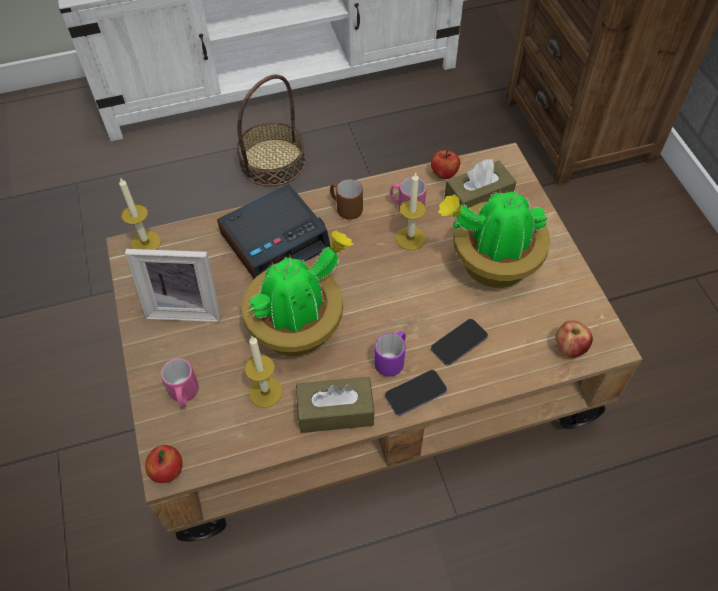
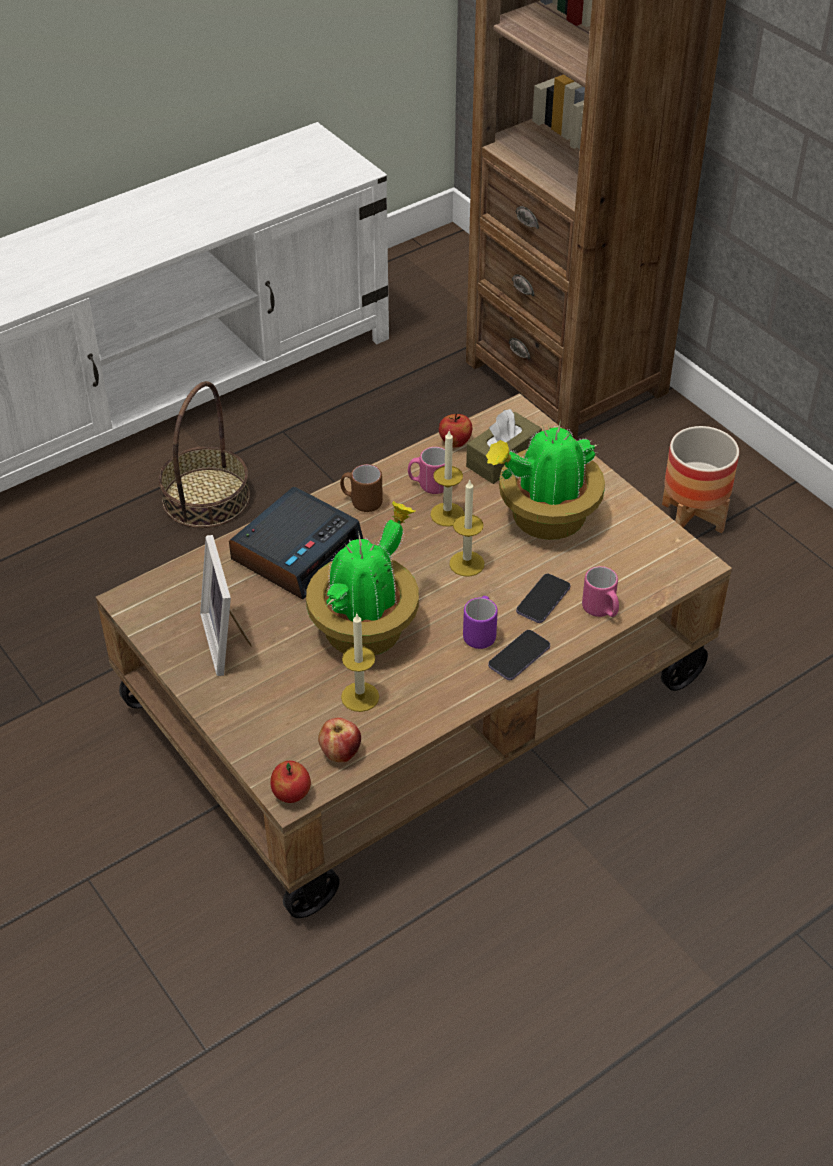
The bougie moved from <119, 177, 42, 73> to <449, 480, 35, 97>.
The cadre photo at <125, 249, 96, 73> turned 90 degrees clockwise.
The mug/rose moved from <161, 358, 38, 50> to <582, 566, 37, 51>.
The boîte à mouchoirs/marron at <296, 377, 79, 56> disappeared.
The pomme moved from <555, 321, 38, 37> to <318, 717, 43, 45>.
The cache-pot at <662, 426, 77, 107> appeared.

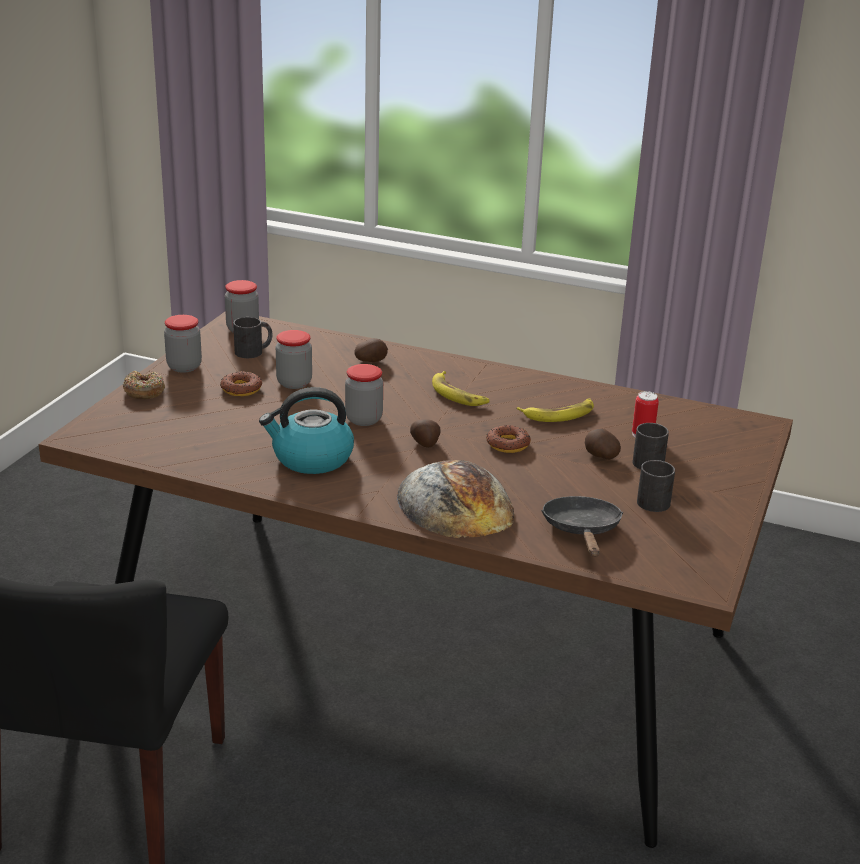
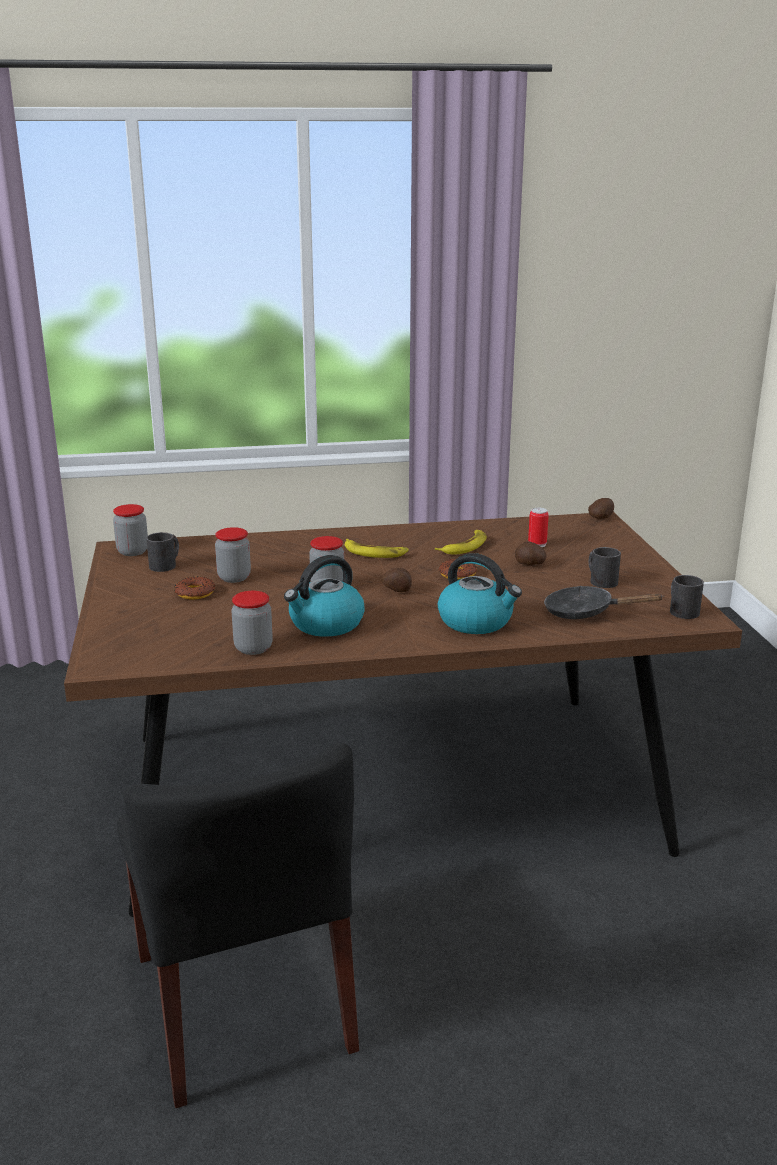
The beignet at <123, 371, 42, 28> disappeared.
The bocal moved from <164, 315, 38, 58> to <232, 591, 41, 64>.
The pomme de terre moved from <355, 338, 33, 24> to <588, 498, 26, 21>.
The pain at <397, 460, 117, 78> was replaced by the bouilloire at <438, 553, 84, 81>.
The poêle/noir at <541, 496, 82, 61> turned 45 degrees counterclockwise.
The mug/noir moved from <633, 423, 36, 47> to <670, 575, 34, 44>.

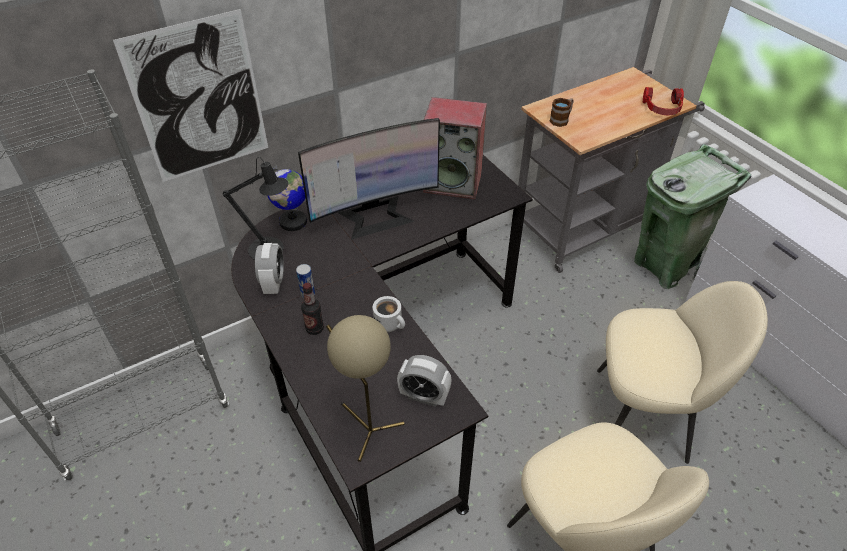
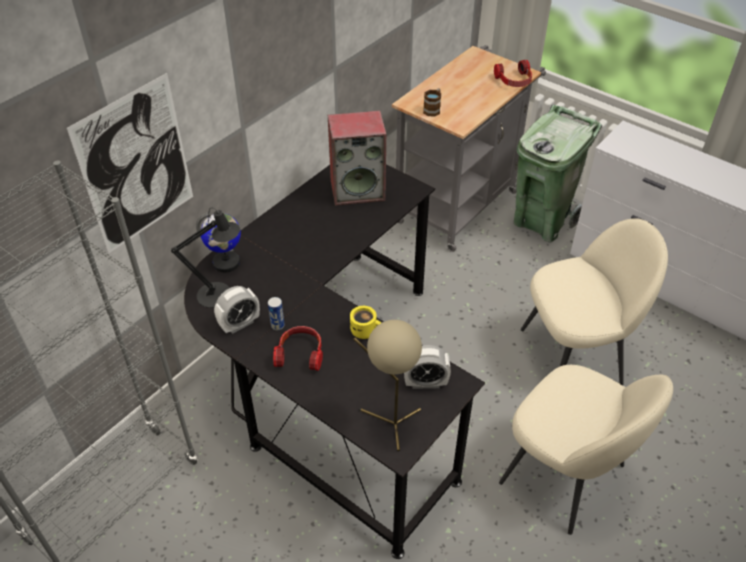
The réveil at <255, 243, 29, 51> turned 75 degrees clockwise.
The écran d'ordinateur at <298, 118, 142, 122> disappeared.
The bouteille at <301, 283, 23, 52> was replaced by the casque audio at <273, 326, 50, 45>.
The mug/blanc at <373, 296, 32, 36> became the mug/jaune at <350, 306, 31, 33>.

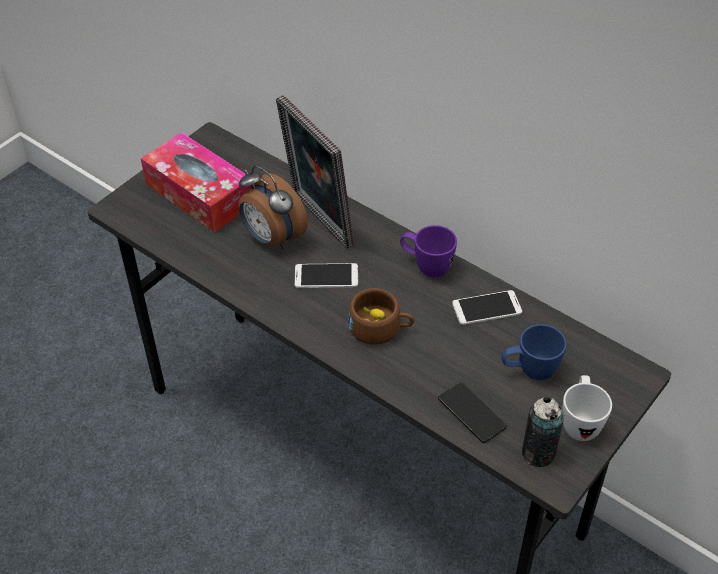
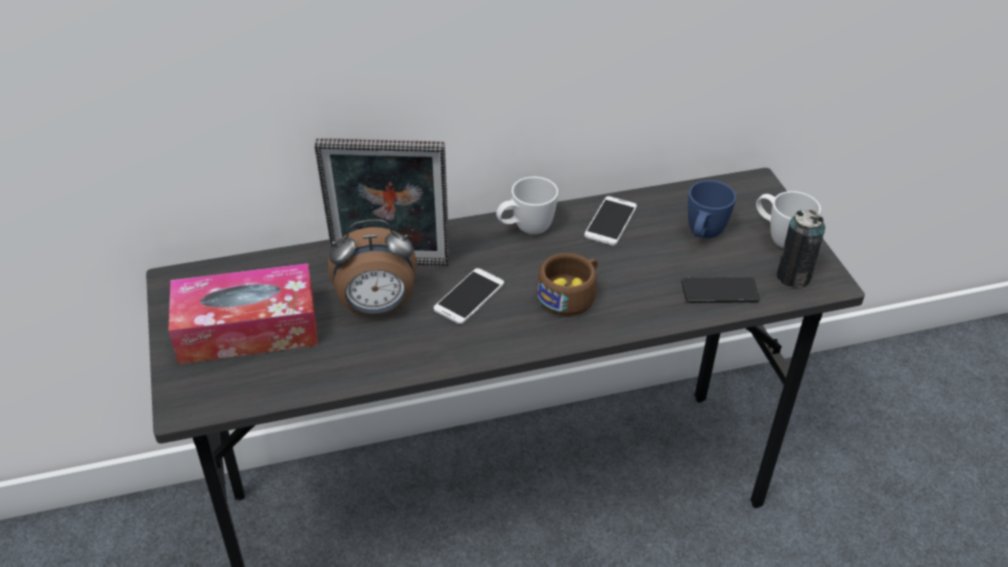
The mug/violet at <400, 225, 57, 52> became the mug/blanc at <496, 177, 62, 57>.

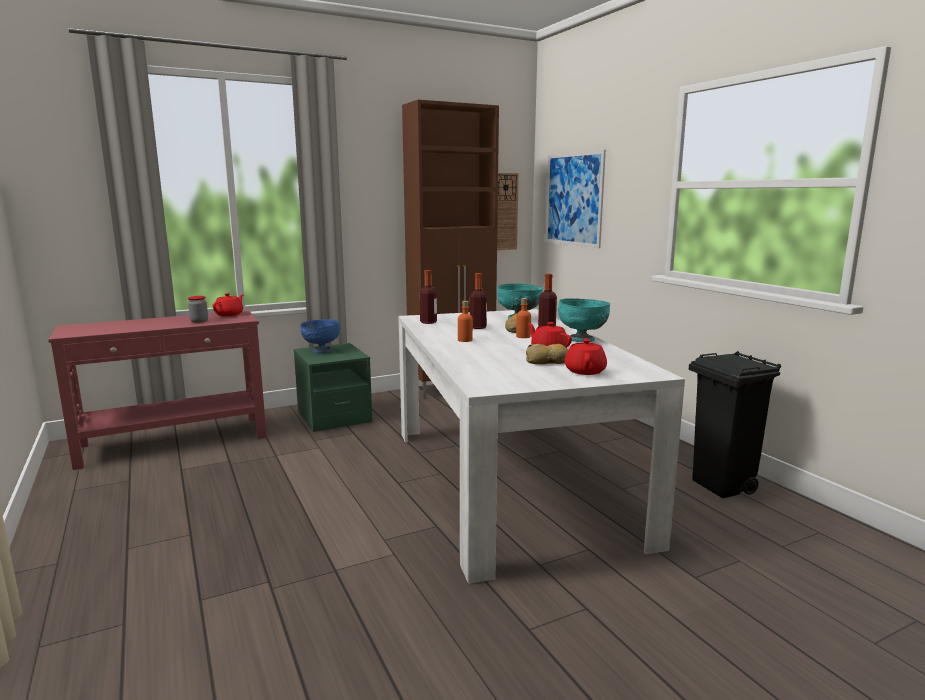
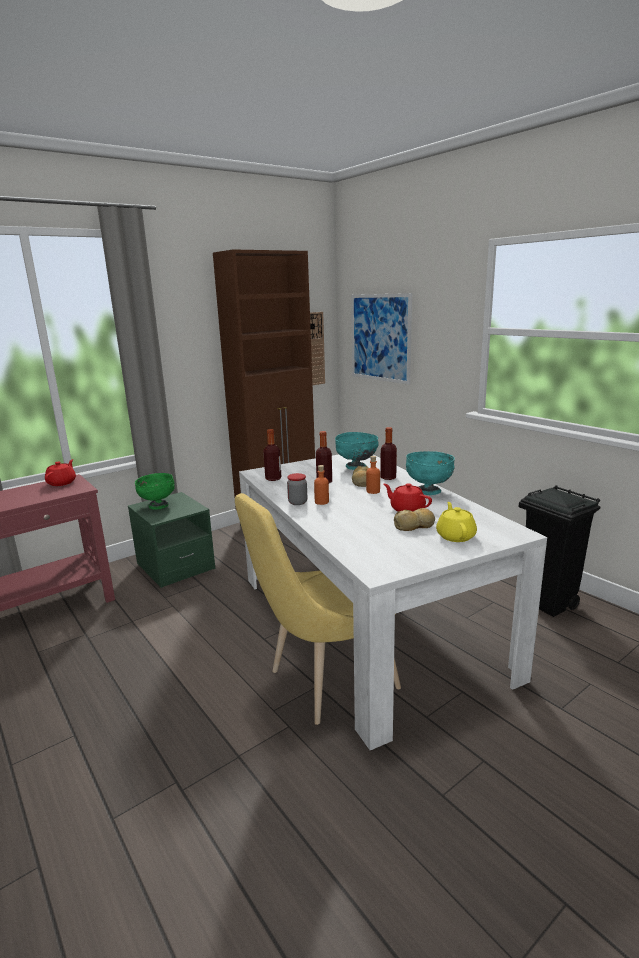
The bocal moved from <188, 296, 20, 27> to <287, 473, 20, 32>.
The bol/bleu at <300, 319, 40, 35> became the bol/vert at <135, 473, 40, 37>.
The théière/rouge at <564, 338, 43, 37> became the théière/jaune at <436, 502, 41, 40>.
The chaise/jaune at <235, 493, 166, 232> appeared.

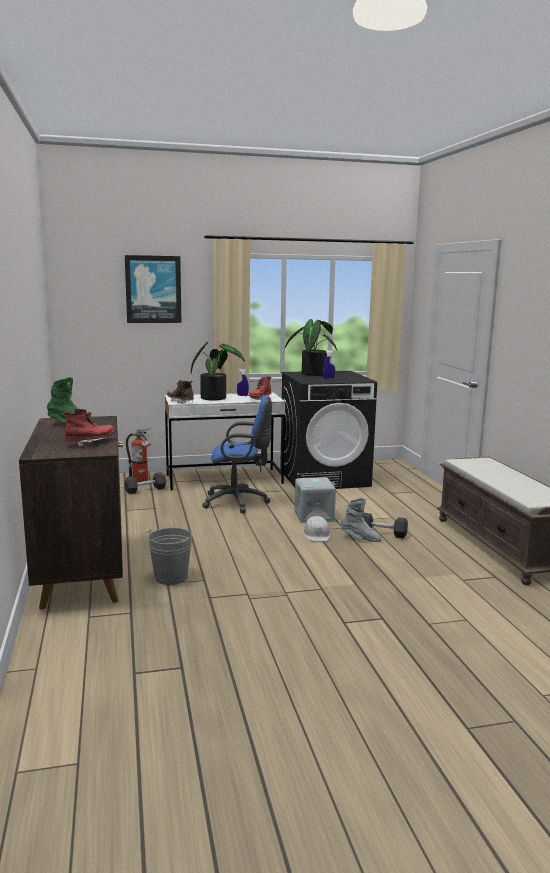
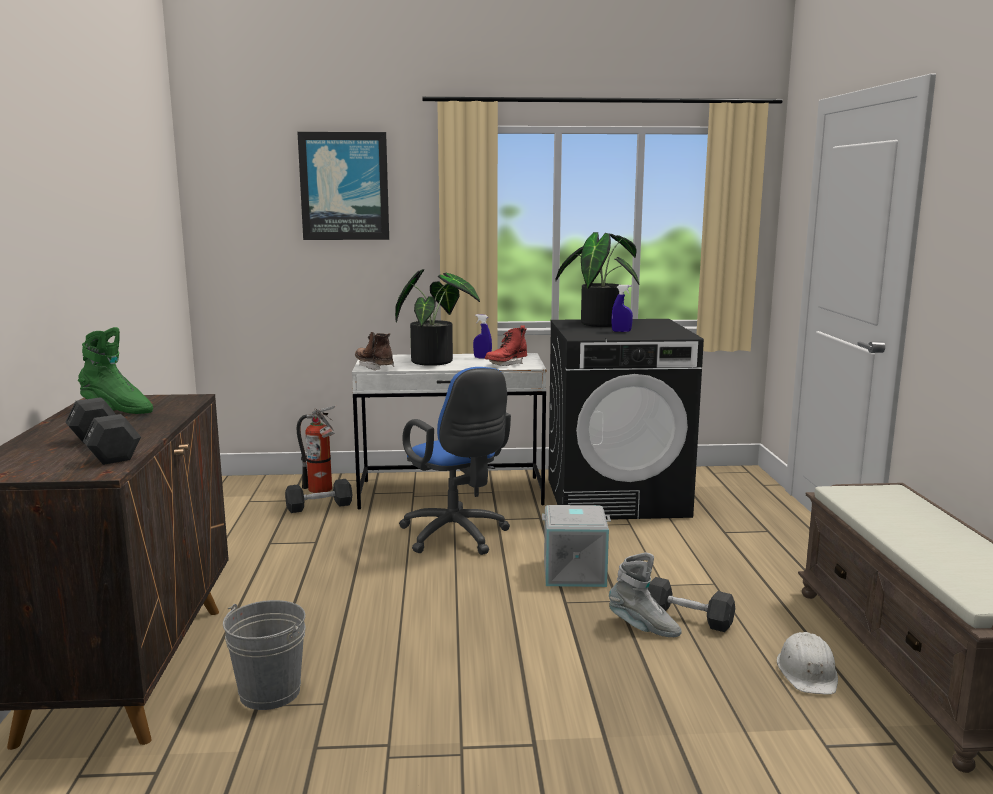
The botte/rouge at <64, 409, 51, 37> was replaced by the haltère/noir at <65, 397, 76, 68>.
The chaise de bureau/bleu at <202, 396, 70, 117> turned 45 degrees clockwise.
The casque de chantier/blanc moved from <303, 516, 28, 26> to <777, 632, 61, 63>.

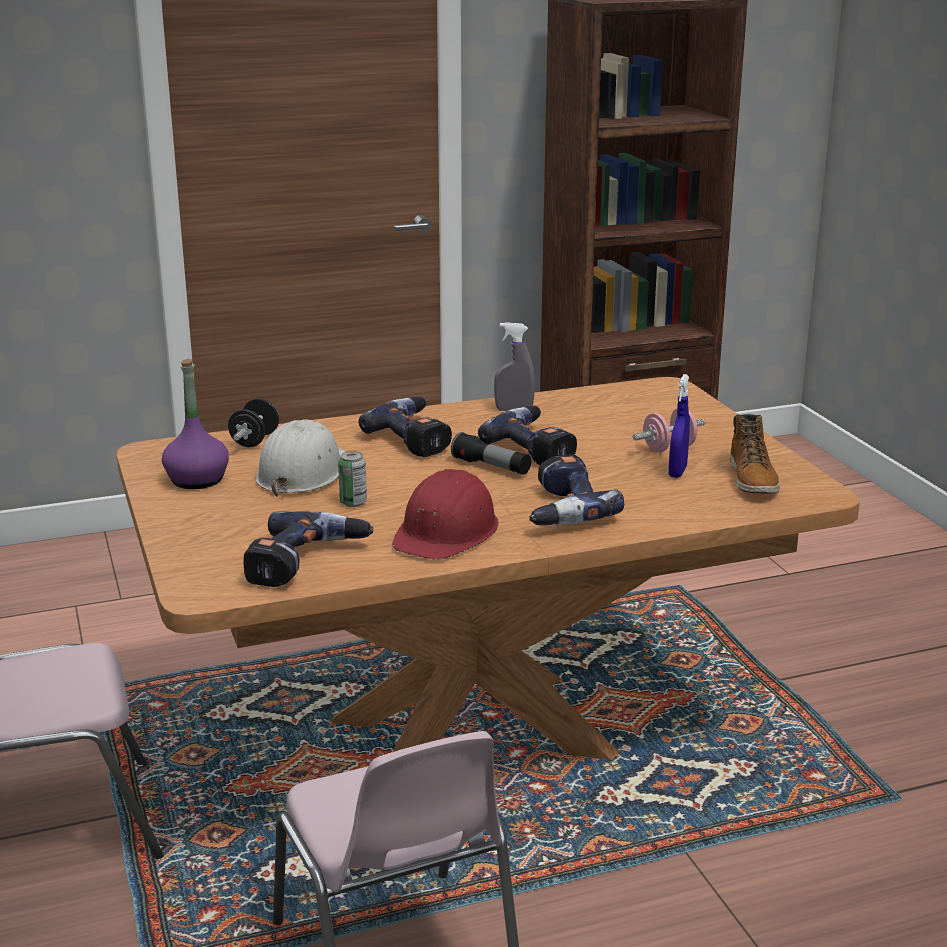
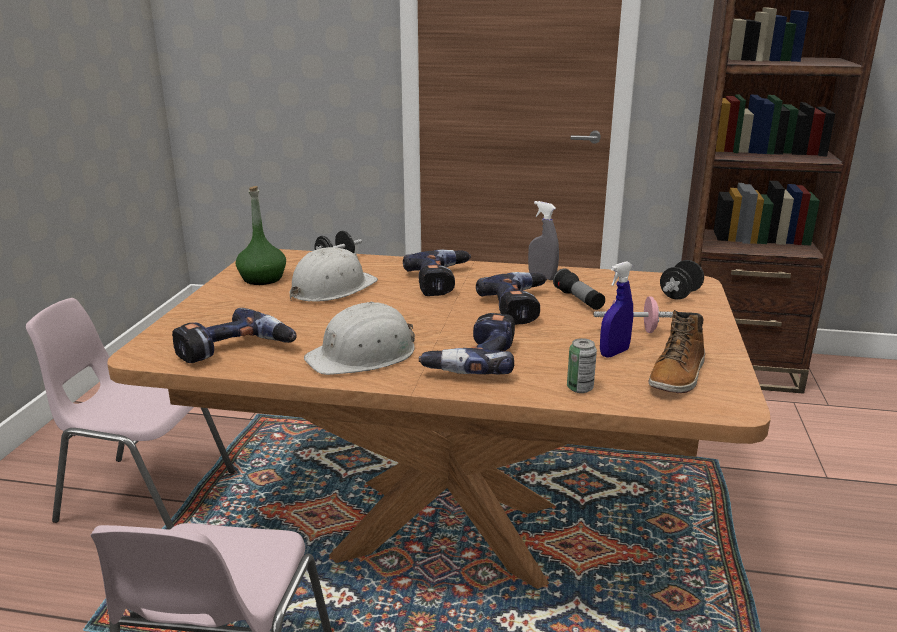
The bouteille/violet at <162, 359, 67, 130> became the bouteille/vert at <236, 186, 50, 99>.
The boîte métallique moved from <338, 451, 29, 56> to <567, 338, 30, 55>.
The casque de chantier/rouge at <392, 469, 107, 91> became the casque de chantier/blanc at <304, 301, 111, 74>.
The lampe de poche moved from <451, 432, 80, 43> to <553, 269, 52, 41>.
The haltère/noir at <660, 260, 44, 40> appeared.

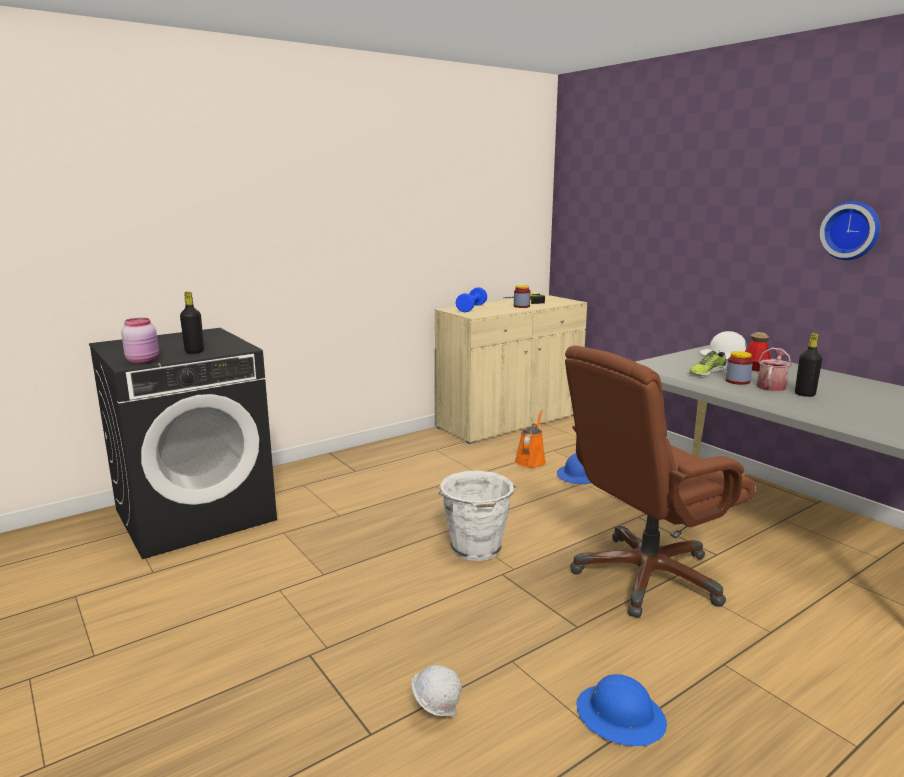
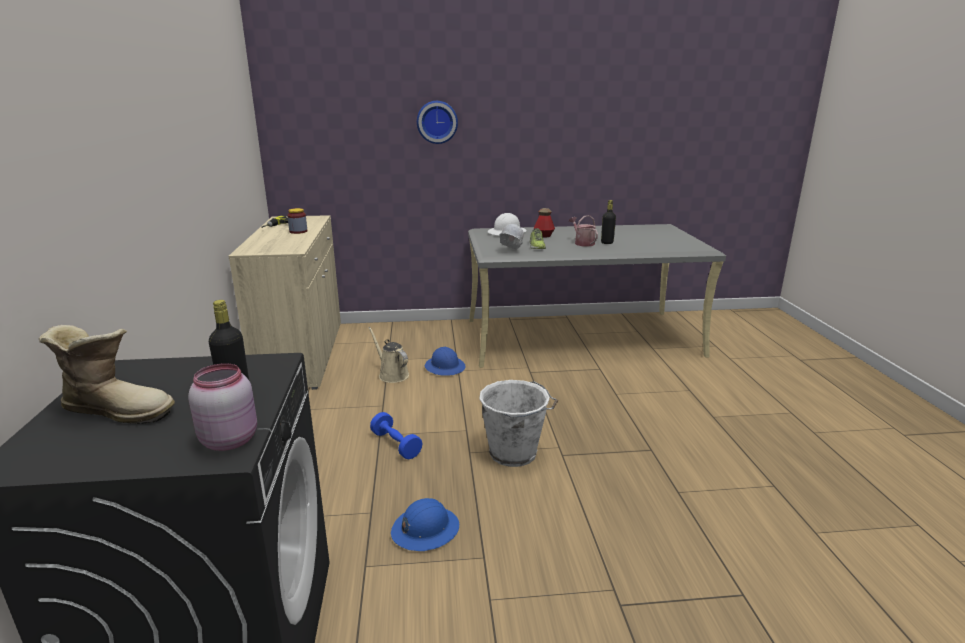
The casque de chantier/blanc moved from <411, 665, 51, 51> to <499, 224, 25, 25>.
The haltère/bleu moved from <456, 287, 31, 25> to <370, 412, 53, 47>.
The arrosoir/orange at <515, 410, 31, 58> became the arrosoir/beige at <368, 327, 41, 56>.
The chaise de bureau/marron at <565, 345, 190, 273> disappeared.
The casque de chantier/bleu moved from <577, 674, 90, 72> to <391, 498, 68, 53>.
The bocal at <726, 351, 27, 34> disappeared.
The horloge murale moved from <819, 201, 61, 59> to <417, 101, 41, 43>.
The botte at <39, 325, 136, 99> appeared.

